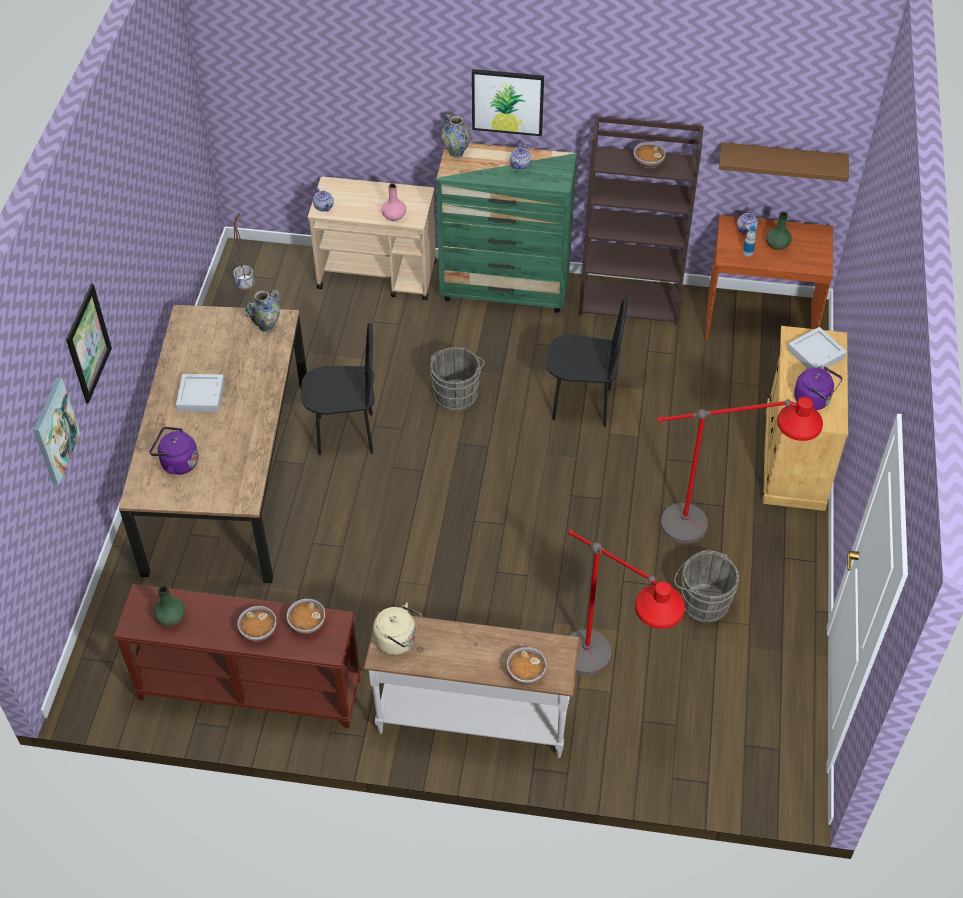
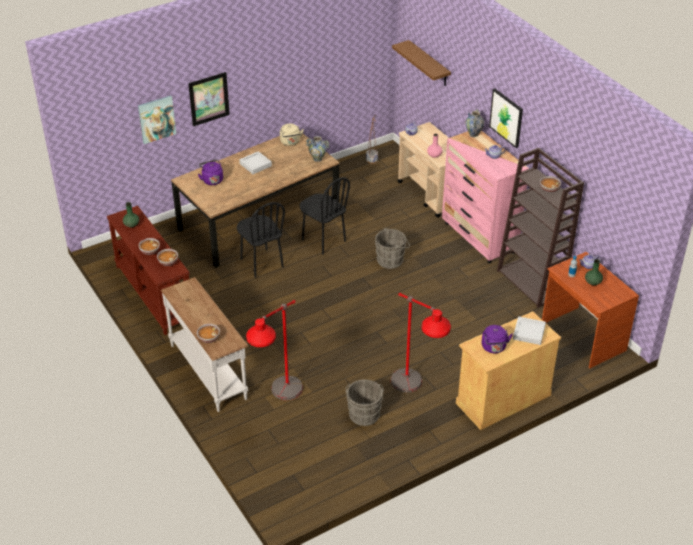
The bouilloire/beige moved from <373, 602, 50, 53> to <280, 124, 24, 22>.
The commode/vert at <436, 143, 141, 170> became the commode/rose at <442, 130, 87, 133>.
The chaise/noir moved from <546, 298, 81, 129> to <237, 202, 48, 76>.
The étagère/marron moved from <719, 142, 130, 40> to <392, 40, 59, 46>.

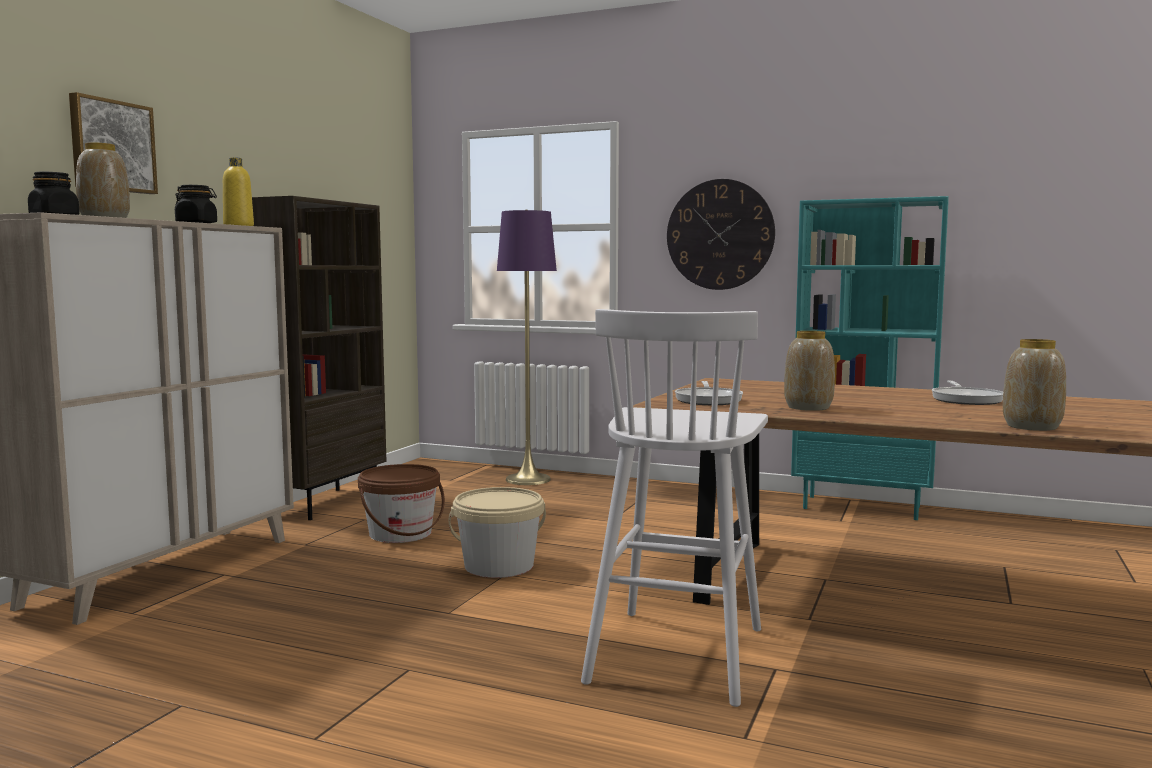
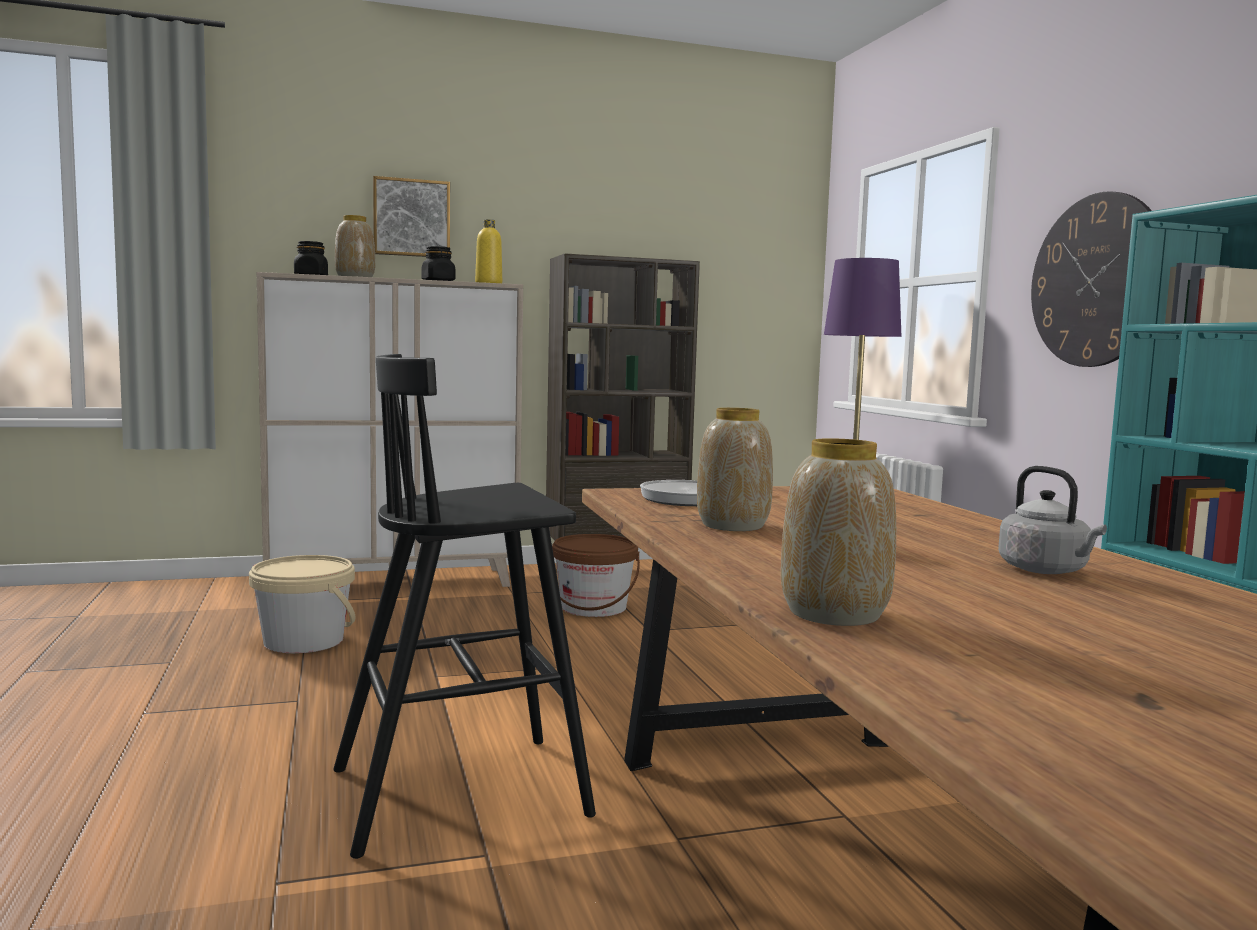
The seau/beige moved from <449, 487, 97, 91> to <249, 555, 107, 98>.
The tabouret/blanc at <581, 309, 187, 398> became the tabouret/noir at <333, 354, 263, 505>.
The poêle at <932, 381, 71, 24> was replaced by the bouilloire/gris at <998, 466, 109, 108>.

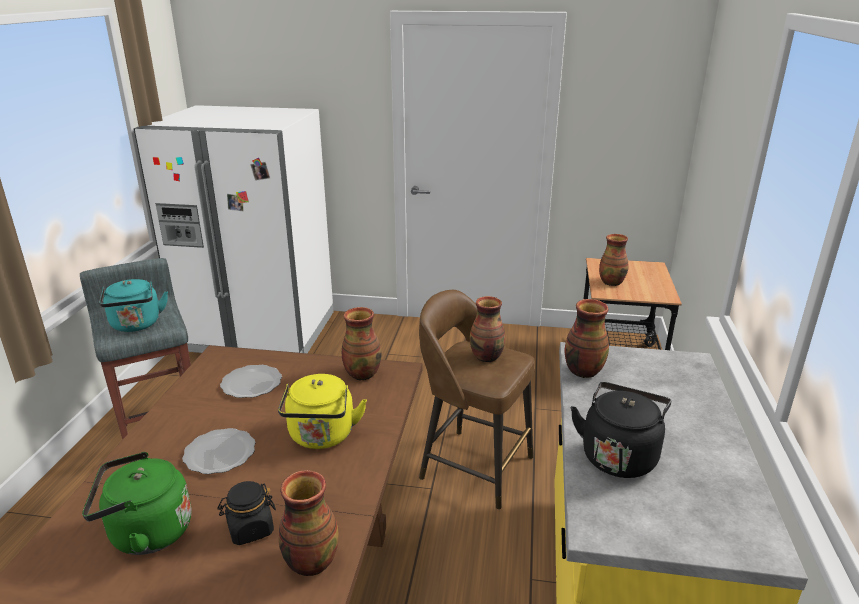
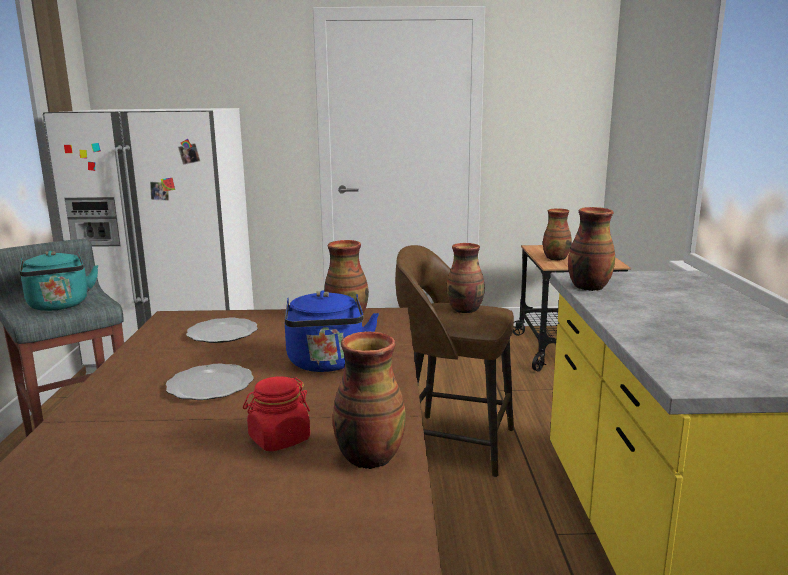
The bouilloire/vert at <82, 452, 109, 103> disappeared.
The bocal/noir at <217, 481, 59, 64> became the bocal/rouge at <243, 376, 67, 75>.
The bouilloire/jaune at <278, 374, 89, 75> became the bouilloire/bleu at <285, 290, 94, 82>.
The bouilloire/noir at <571, 382, 100, 96> disappeared.

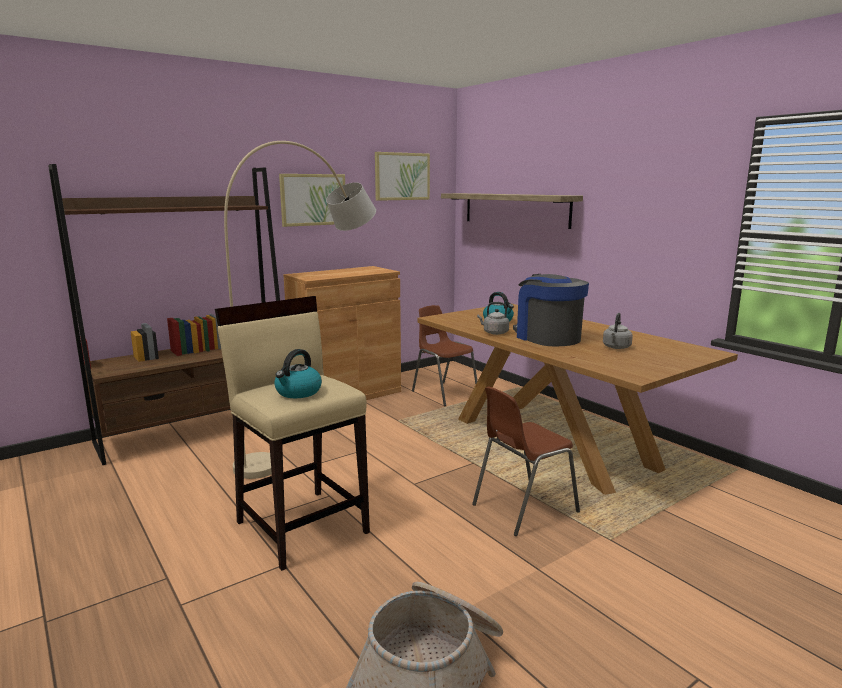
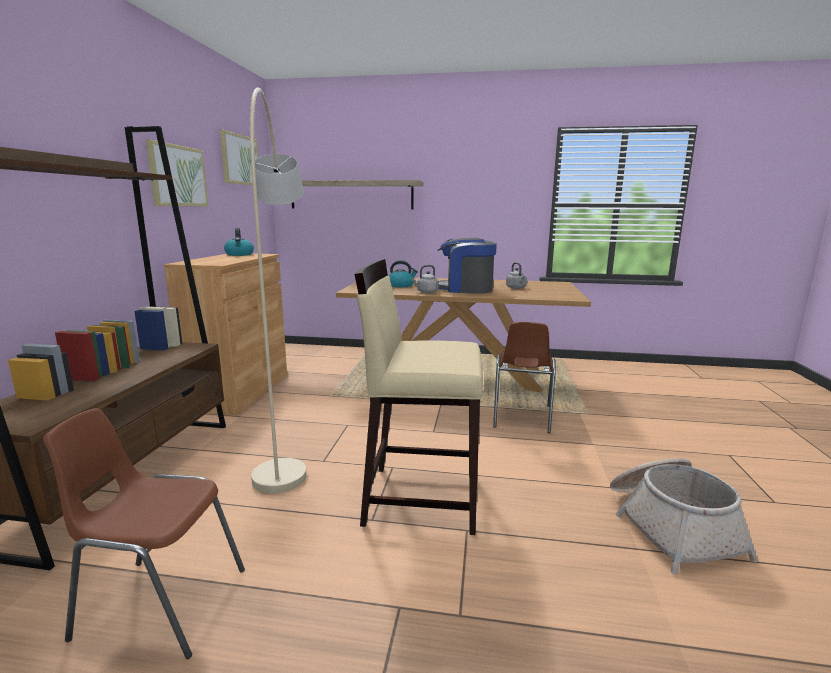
The bouilloire moved from <274, 349, 48, 49> to <224, 228, 30, 28>.
The chaise/marron moved from <412, 305, 65, 101> to <43, 408, 202, 251>.

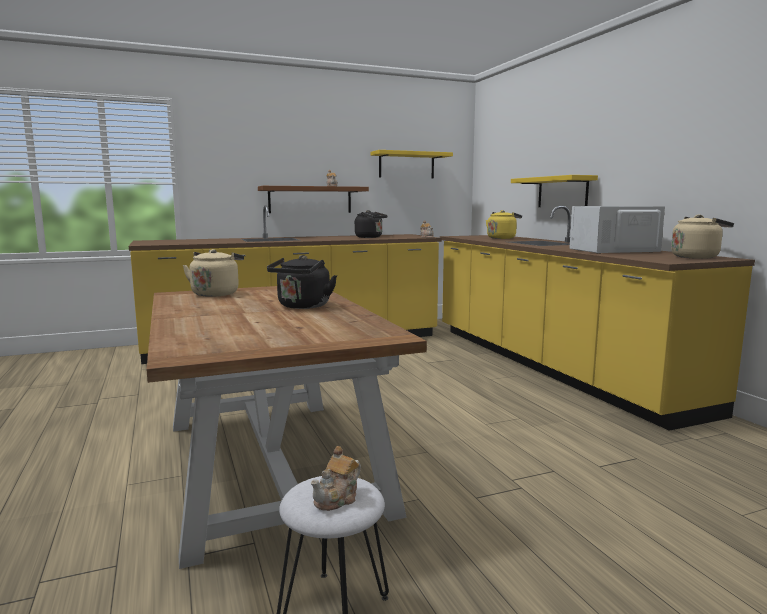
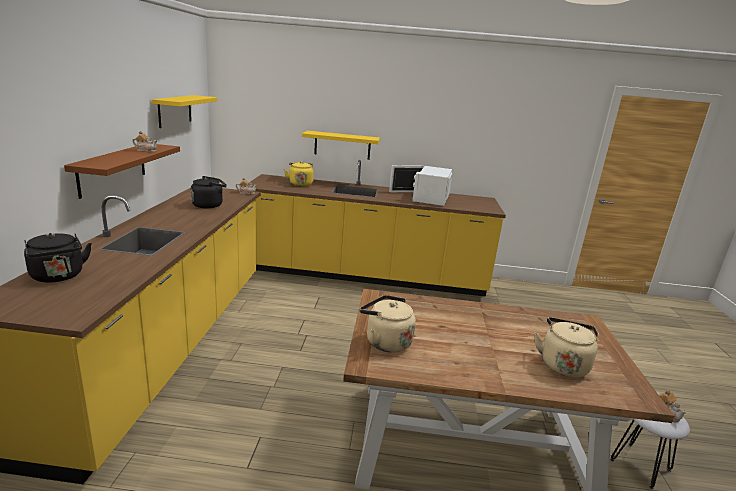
The bouilloire/noir moved from <267, 255, 70, 54> to <24, 233, 68, 50>.
The bouilloire/beige moved from <671, 214, 63, 45> to <535, 317, 64, 60>.

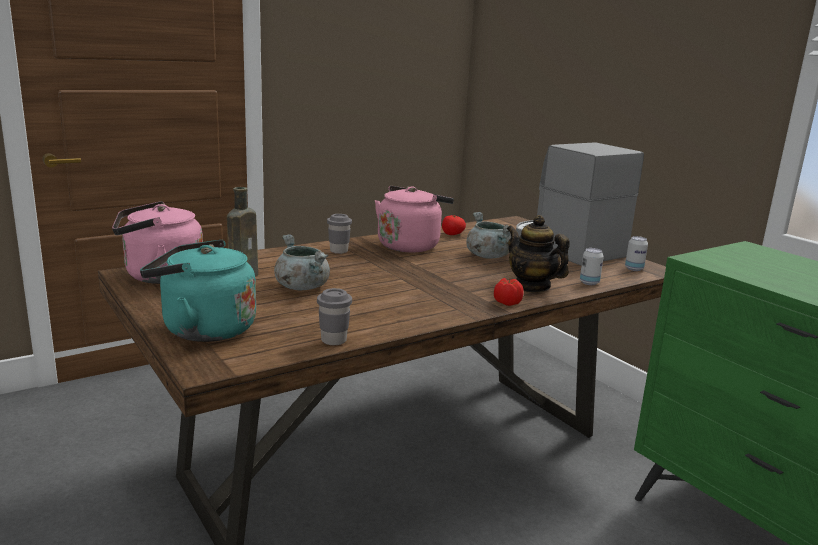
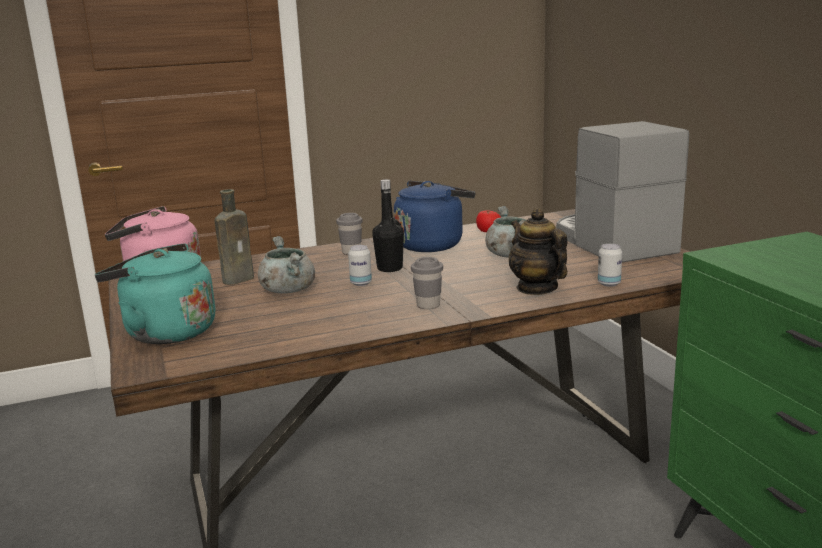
The tasse/gris moved from <317, 288, 35, 57> to <411, 257, 32, 52>.
The bouilloire/rose at <375, 186, 79, 66> became the bouilloire/bleu at <394, 181, 81, 71>.
The tomate at <494, 278, 30, 28> disappeared.
The boîte métallique moved from <625, 236, 23, 35> to <348, 245, 24, 41>.
The bouteille/noir at <372, 179, 32, 93> appeared.

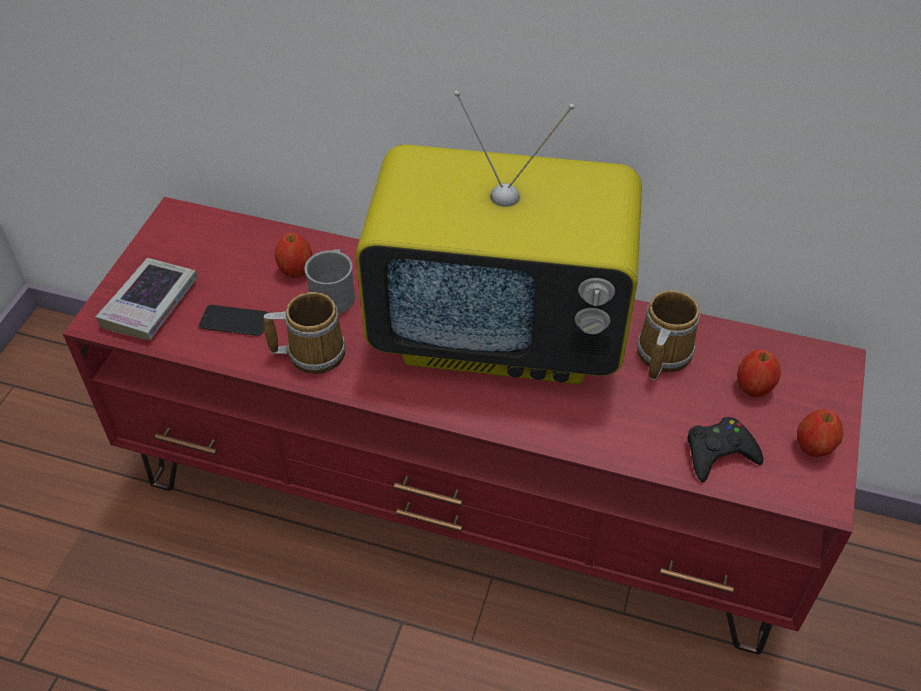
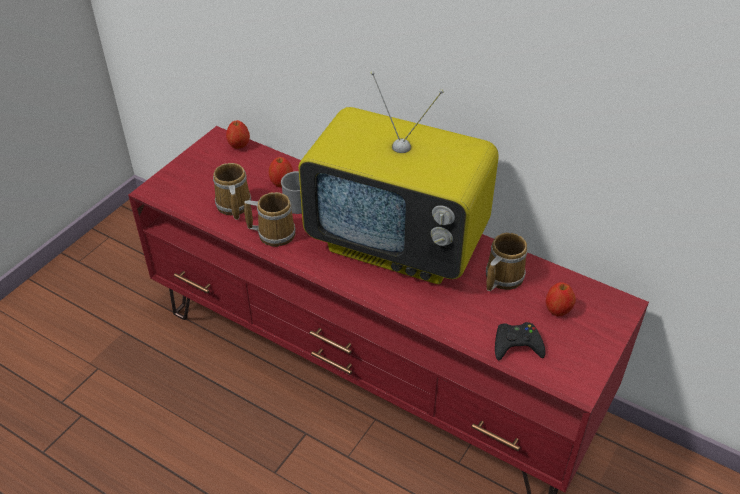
The livre at <95, 258, 103, 82> disappeared.
The téléphone at <199, 305, 69, 31> was replaced by the mug at <213, 163, 38, 57>.
The pomme moved from <797, 409, 46, 48> to <226, 120, 24, 29>.

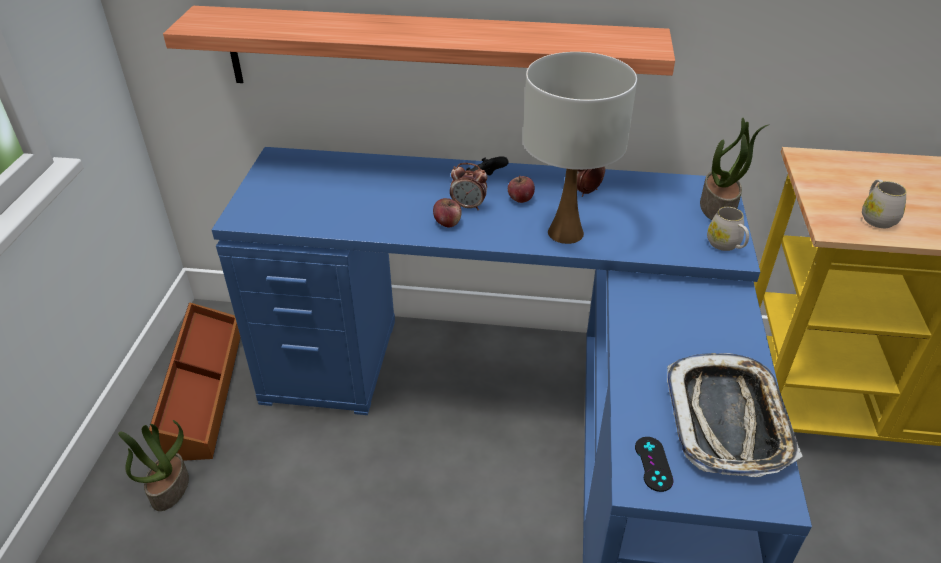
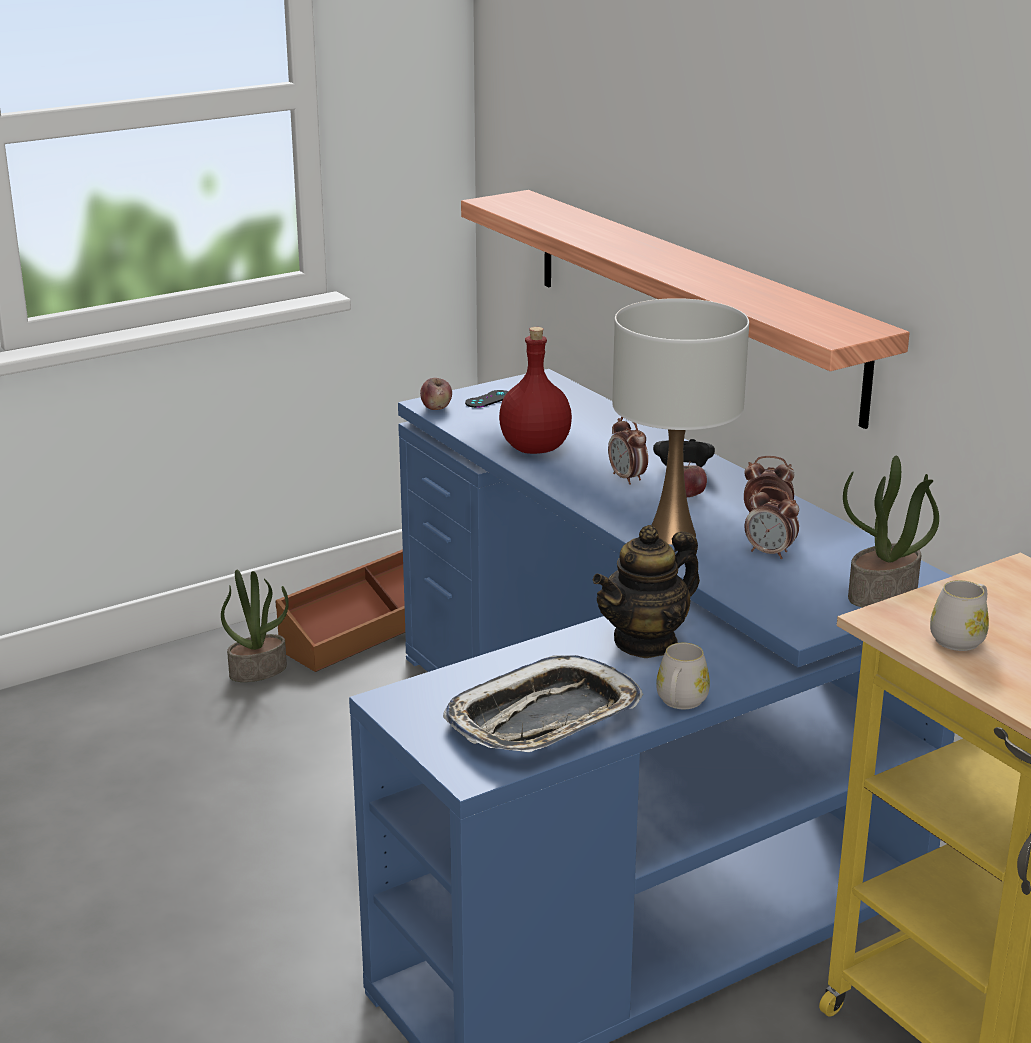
The pomme moved from <433, 198, 29, 30> to <420, 378, 32, 32>.
The manette/noir moved from <635, 437, 39, 55> to <465, 390, 43, 18>.
The mug/blanc moved from <707, 207, 42, 44> to <656, 643, 54, 66>.
The bouteille/rouge at <499, 327, 73, 127> appeared.
The théière at <593, 525, 107, 133> appeared.
The réveil at <745, 486, 54, 73> appeared.

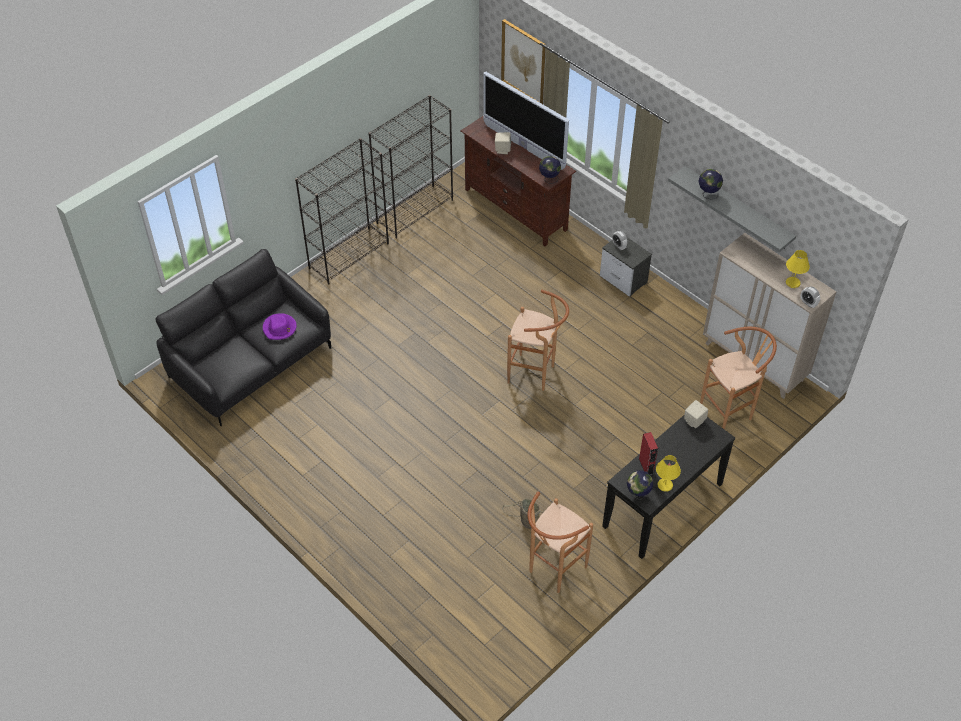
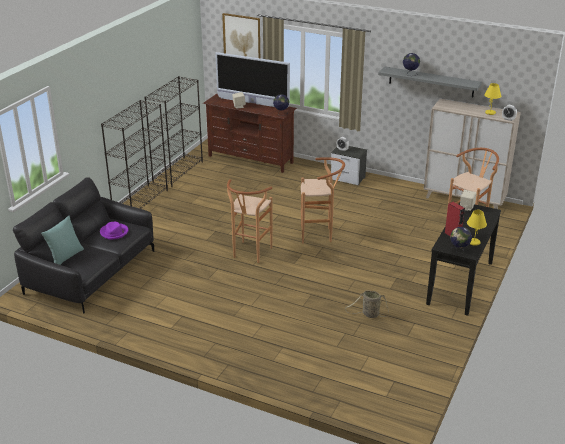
The tabouret/marron moved from <528, 492, 65, 101> to <227, 179, 46, 84>.
The coussin/turquoise at <41, 216, 43, 49> appeared.

